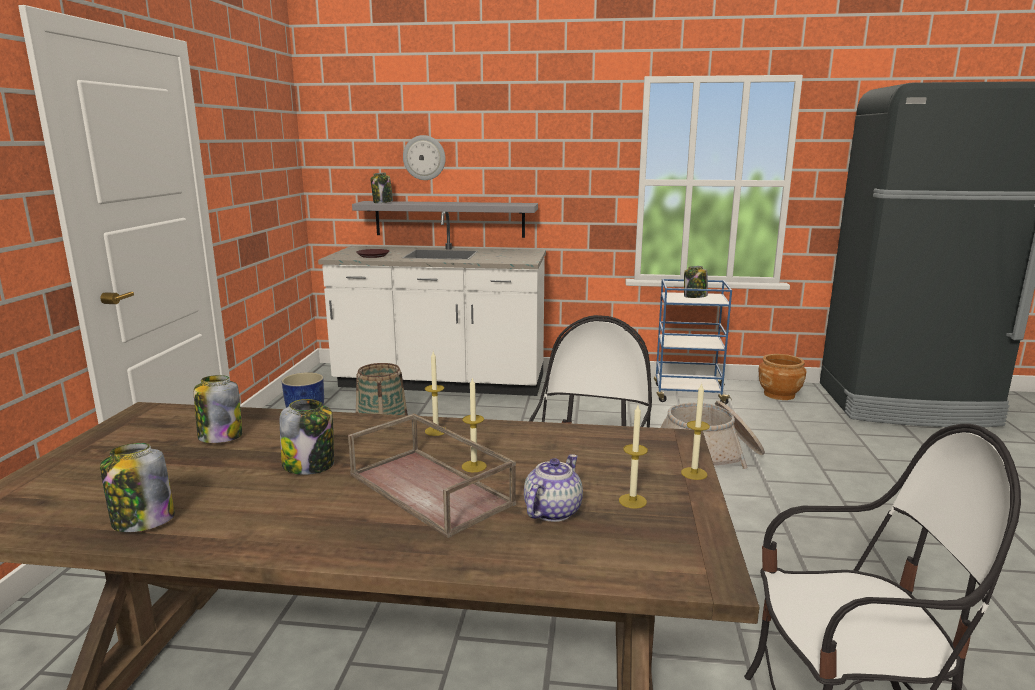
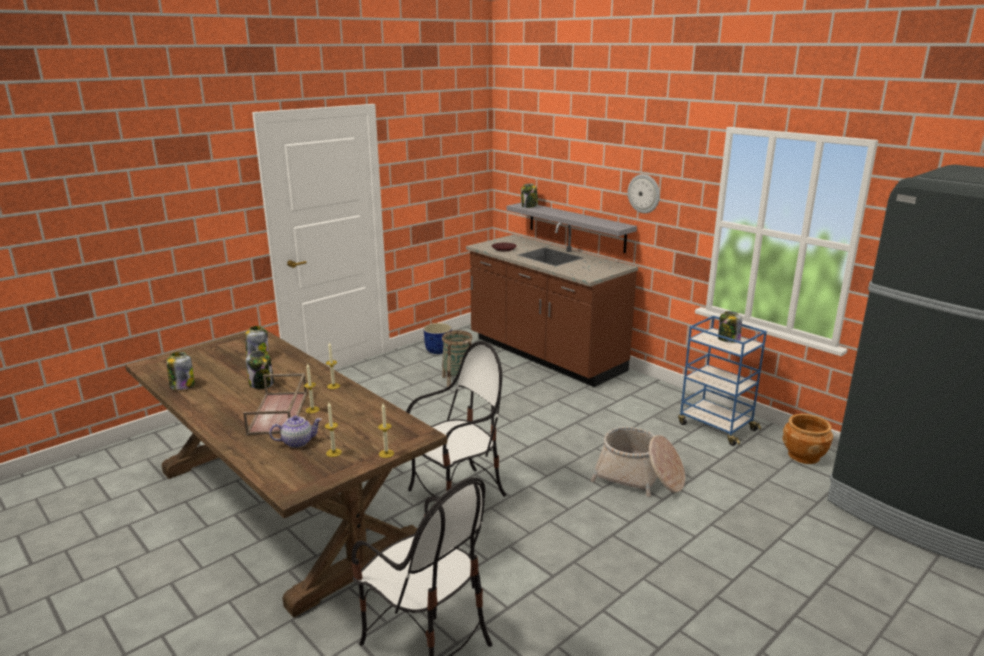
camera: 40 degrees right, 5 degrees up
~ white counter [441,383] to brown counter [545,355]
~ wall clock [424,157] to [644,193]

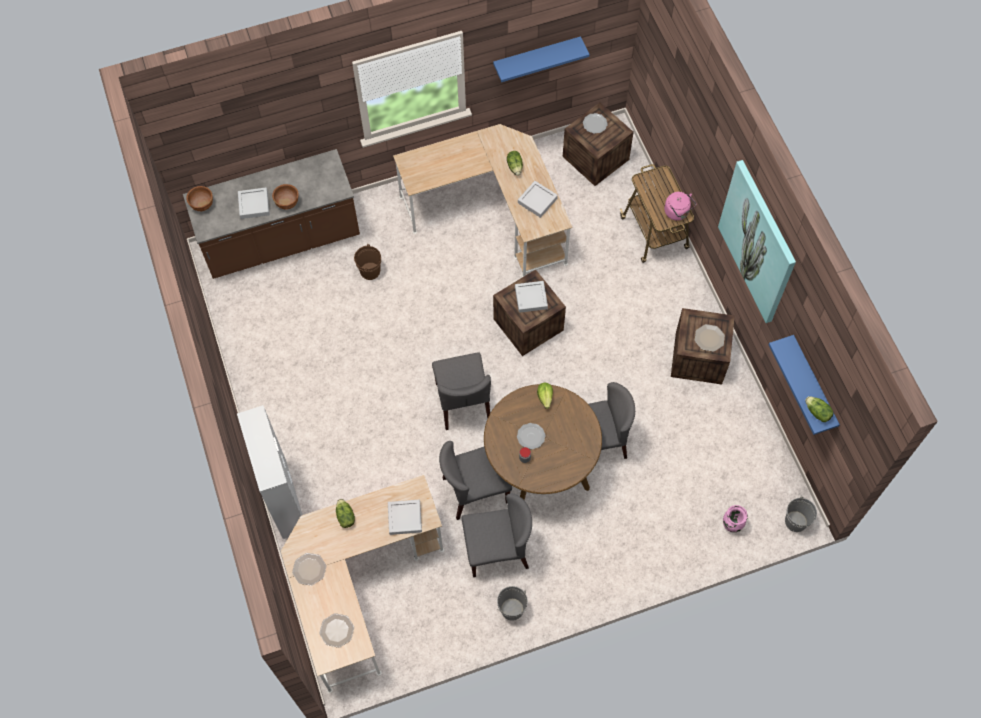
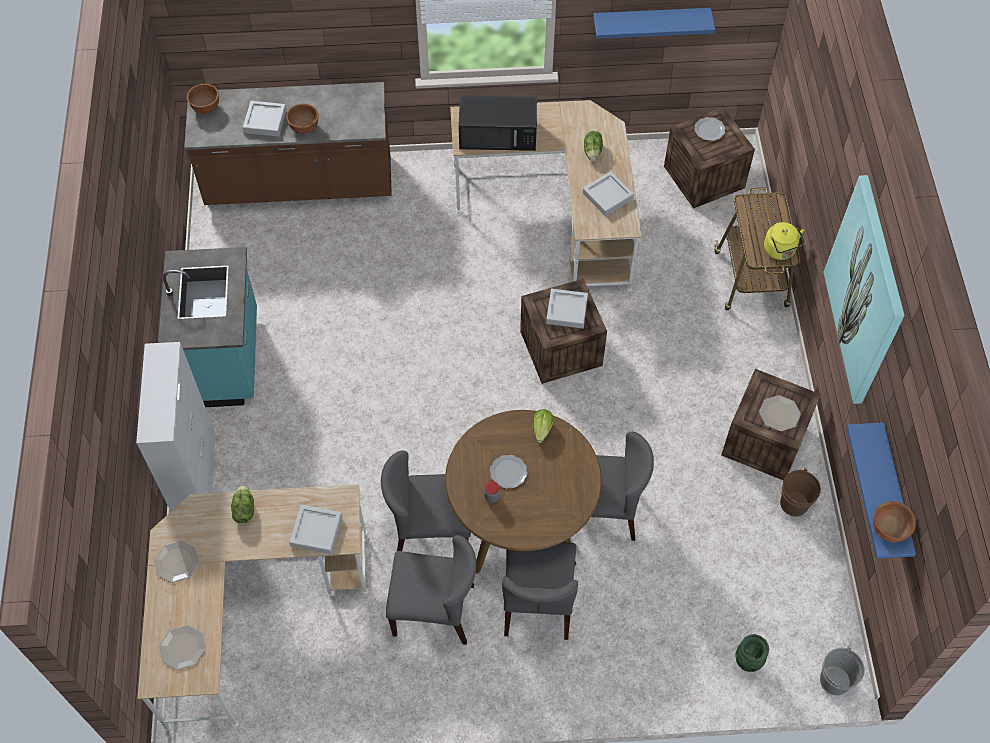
camera: 15 degrees right, 5 degrees down
~ brown bucket [370,271] to [794,503]
~ grey chair [463,402] to [538,603]
- grey bucket [512,609]
~ pink kettle [677,213] to yellow kettle [780,251]
~ pink vase [732,525] to green vase [747,662]
~ lettuce [817,413] to brown bowl [888,530]
+ turquoise counter [224,359]
+ black microwave [499,134]

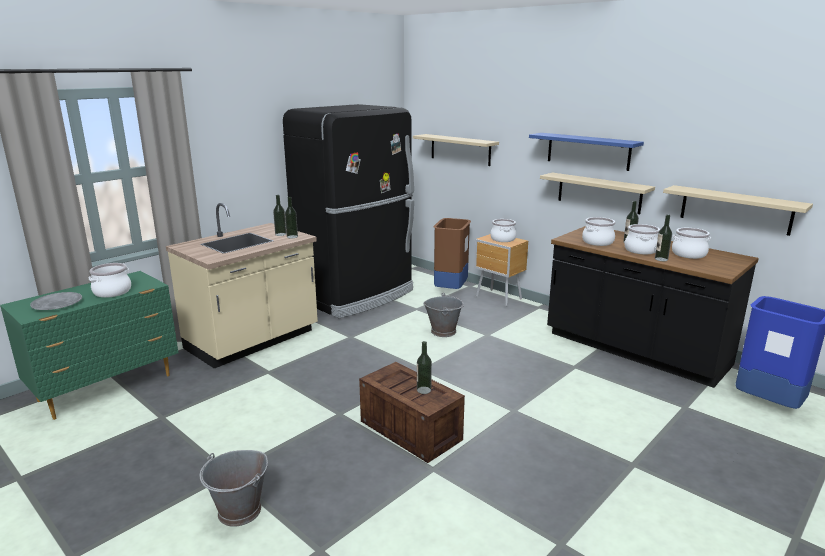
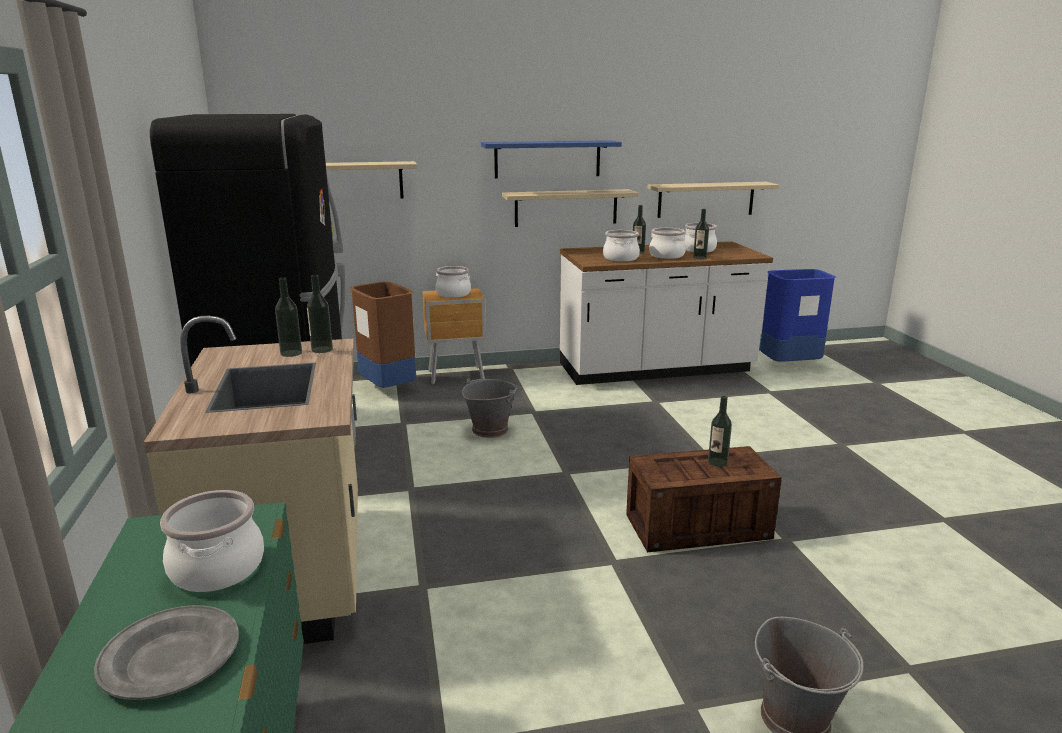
camera: 55 degrees left, 0 degrees up
~ black counter [635,350] to white counter [656,369]

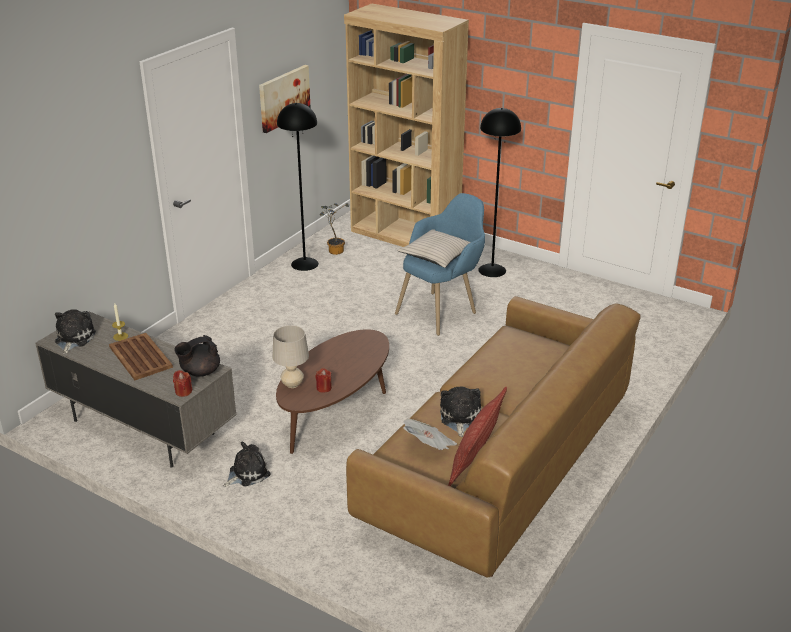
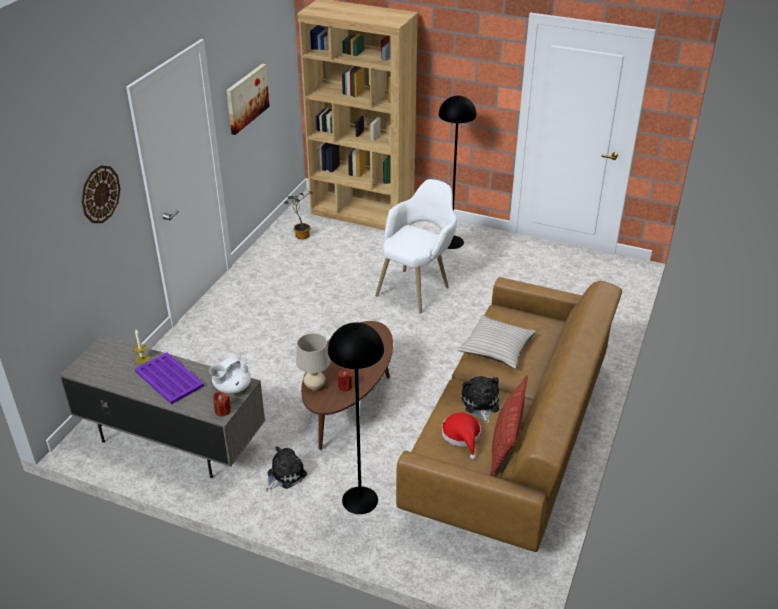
camera: 10 degrees left, 5 degrees up
- plush toy [73,339]
~ brown tray [140,357] to purple tray [169,379]
~ black teapot [200,372] to white teapot [232,388]
~ black floor lamp [304,263] to [360,499]
~ blue armchair [442,310] to white armchair [417,287]
~ beige pillow [437,255] to [496,347]
~ newspaper [429,446] to red hat [462,436]
+ wall clock [100,194]

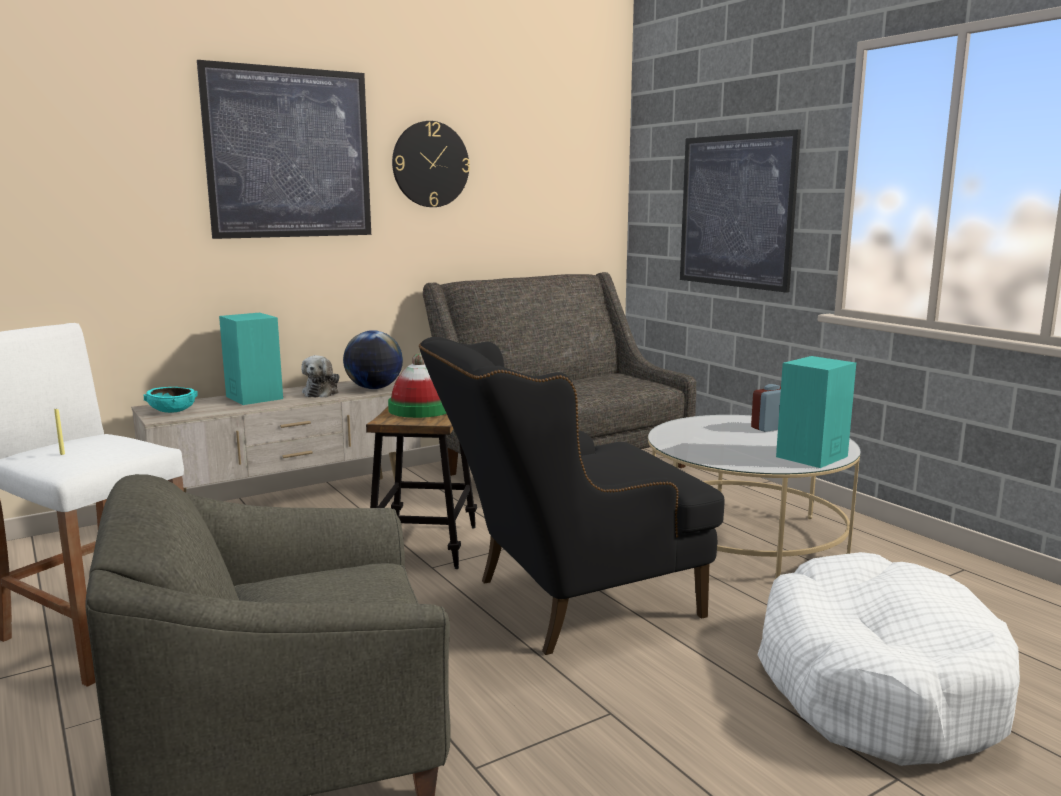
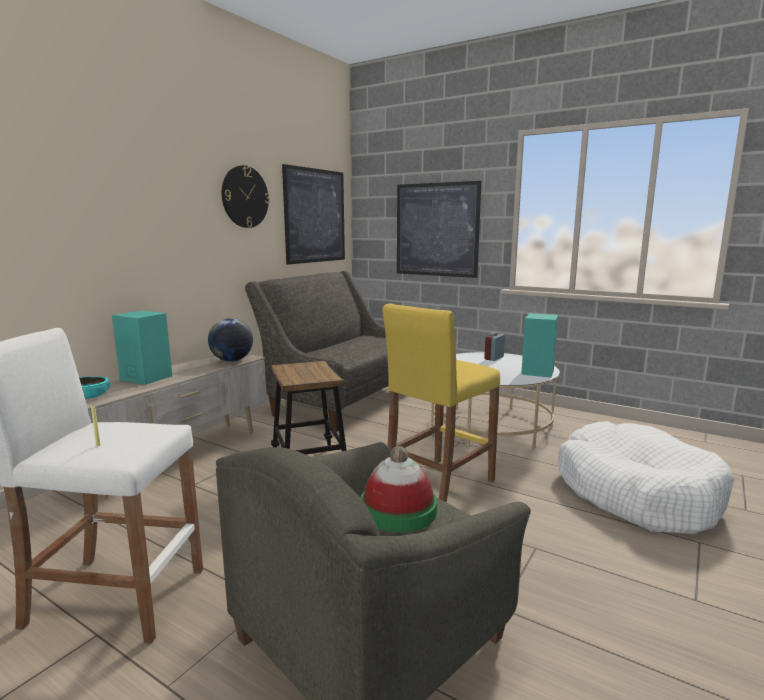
camera: 25 degrees left, 0 degrees up
~ picture [289,153] to [315,216]
- plush toy [322,392]
~ hat [421,409] to [398,510]
~ black armchair [566,603] to yellow stool [438,485]

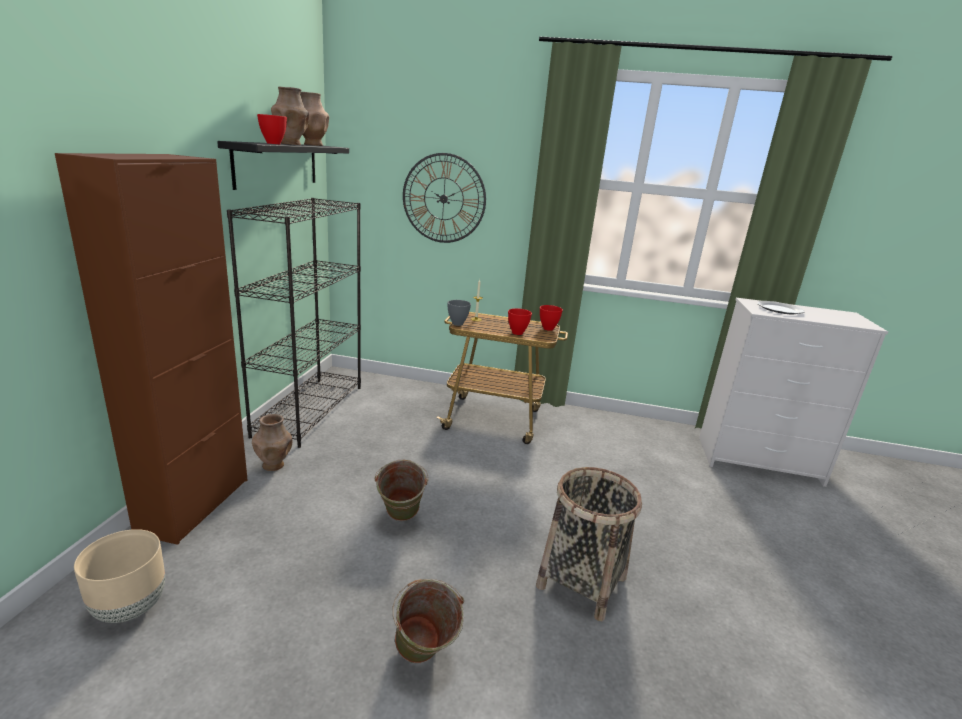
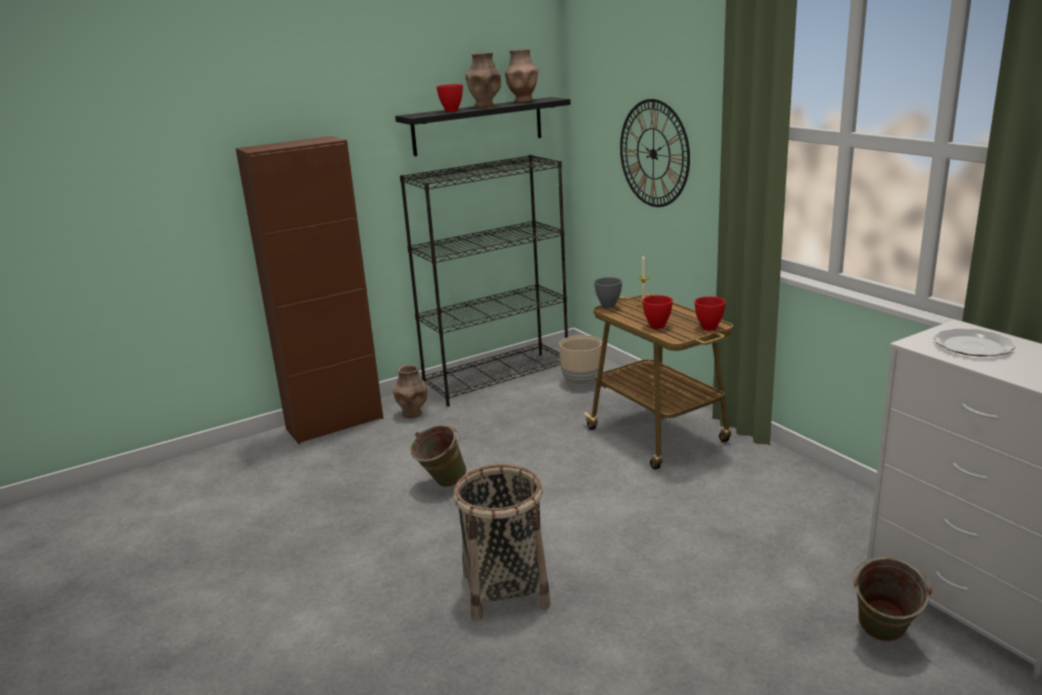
camera: 50 degrees right, 0 degrees up
~ beige planter [131,607] to [582,382]
~ green bucket [423,659] to [882,639]

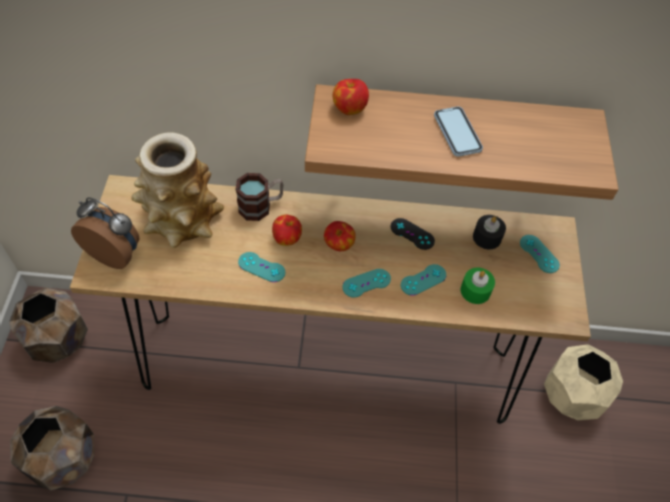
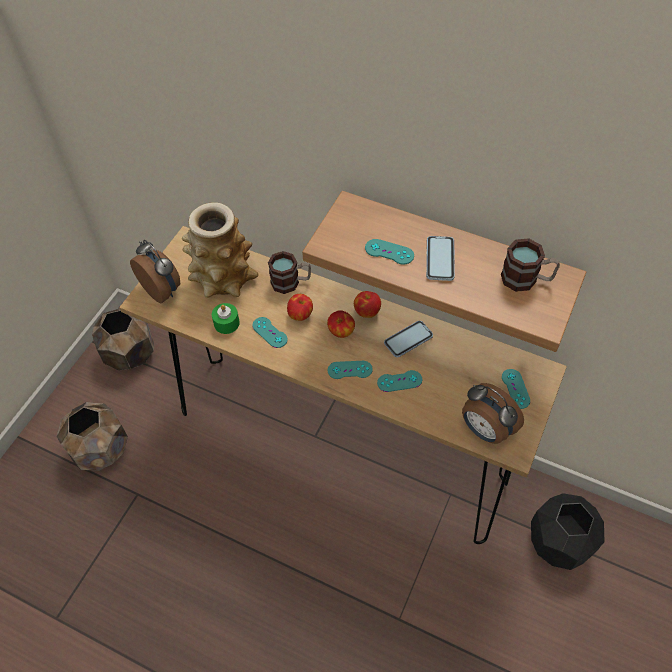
camera: 25 degrees right, 0 degrees up
~ apple [349,108] to [367,311]
~ black game controller [412,234] to phone [408,340]
~ green candle [475,291] to [226,323]
- black candle [487,237]
~ beige planter [571,394] to black planter [558,541]
+ turquoise game controller [389,252]
+ alarm clock [485,430]
+ mug [526,279]

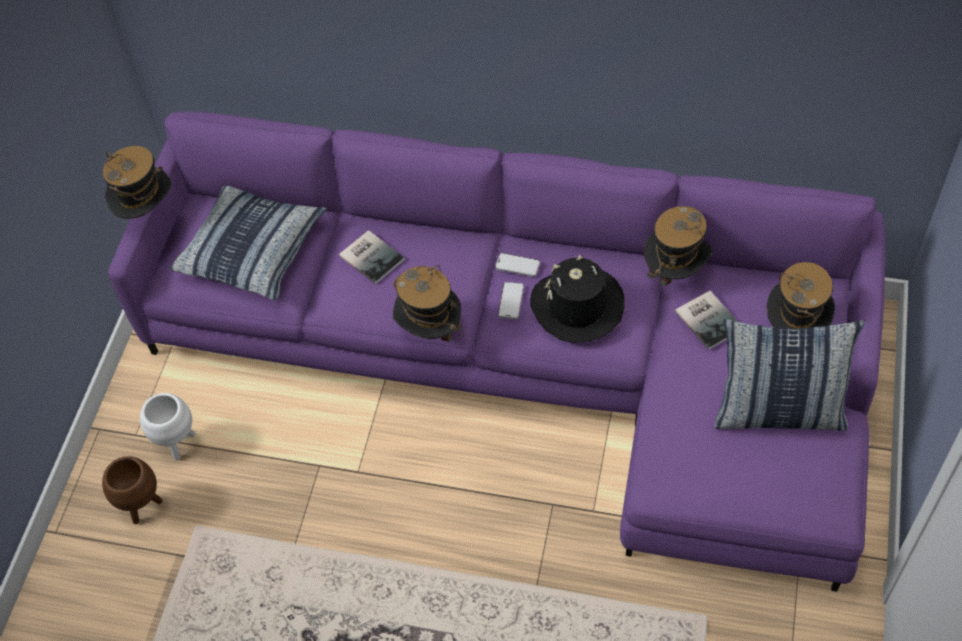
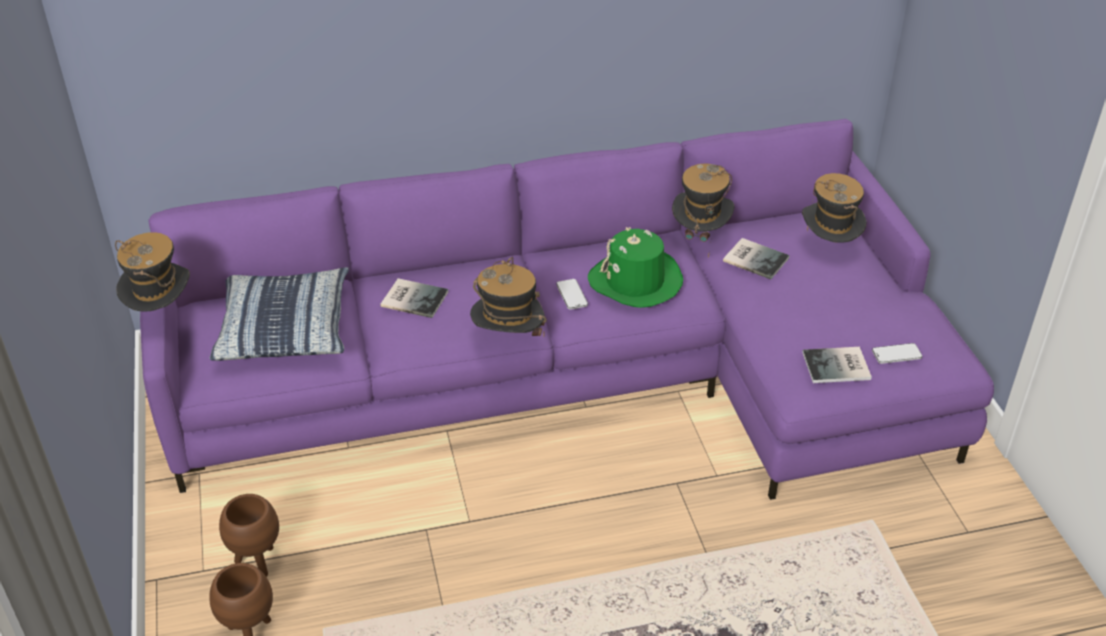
camera: 30 degrees left, 15 degrees down
~ white planter [178,443] to brown planter [257,561]
~ phone [517,266] to [896,355]
~ black hat [577,306] to green hat [635,281]
- pillow [778,411]
+ book [838,367]

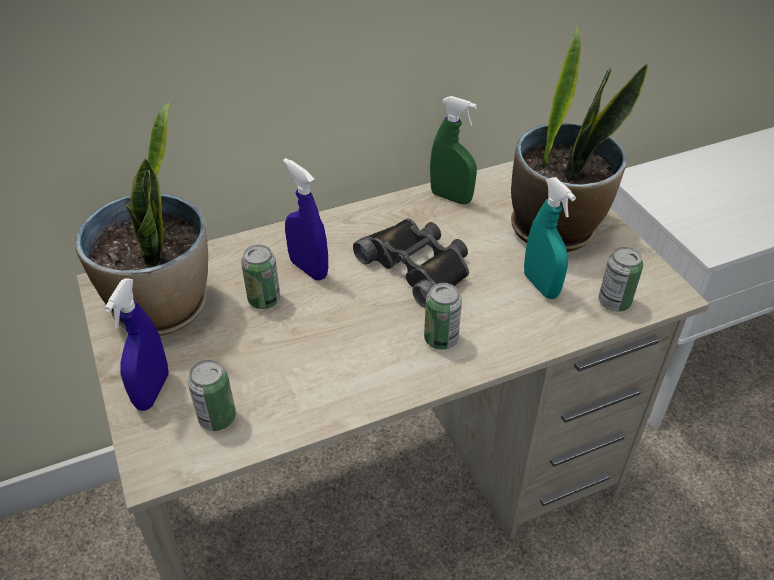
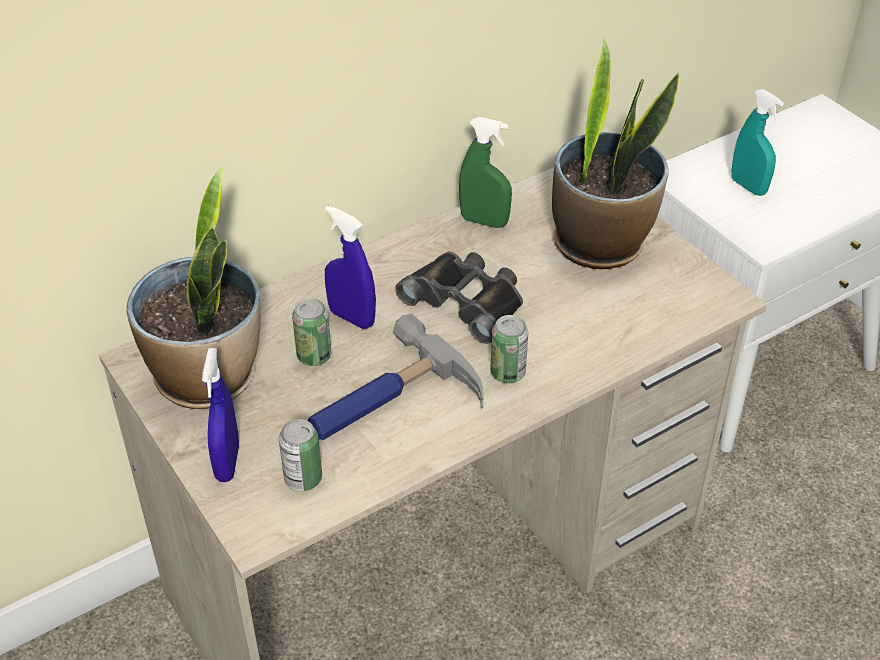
camera: 10 degrees left, 0 degrees up
~ turquoise spray bottle [541,285] to [748,186]
- can [614,302]
+ hammer [389,404]

